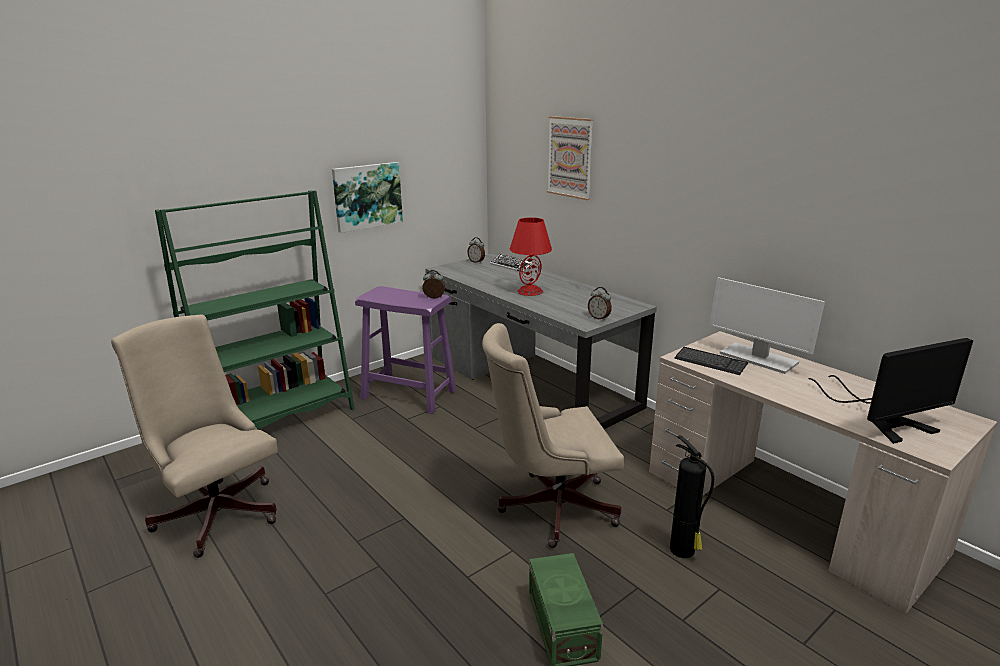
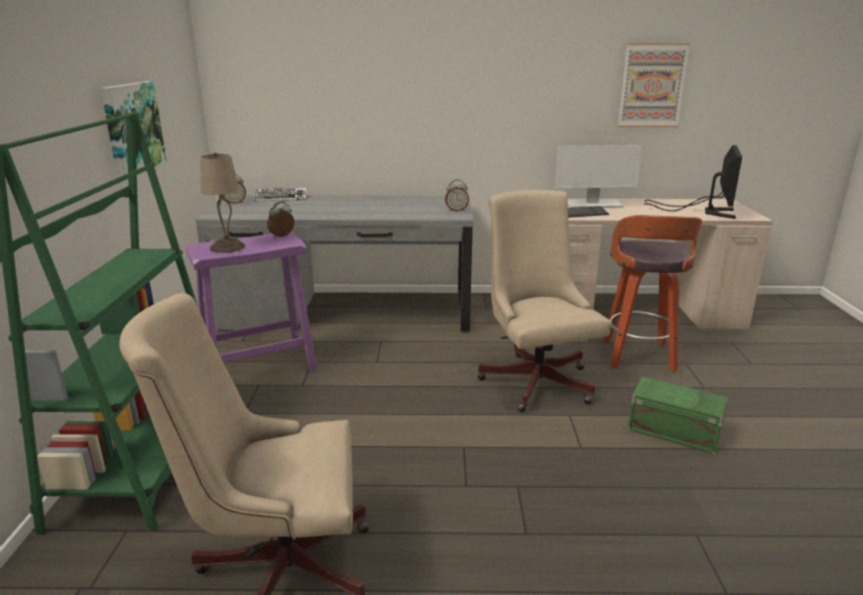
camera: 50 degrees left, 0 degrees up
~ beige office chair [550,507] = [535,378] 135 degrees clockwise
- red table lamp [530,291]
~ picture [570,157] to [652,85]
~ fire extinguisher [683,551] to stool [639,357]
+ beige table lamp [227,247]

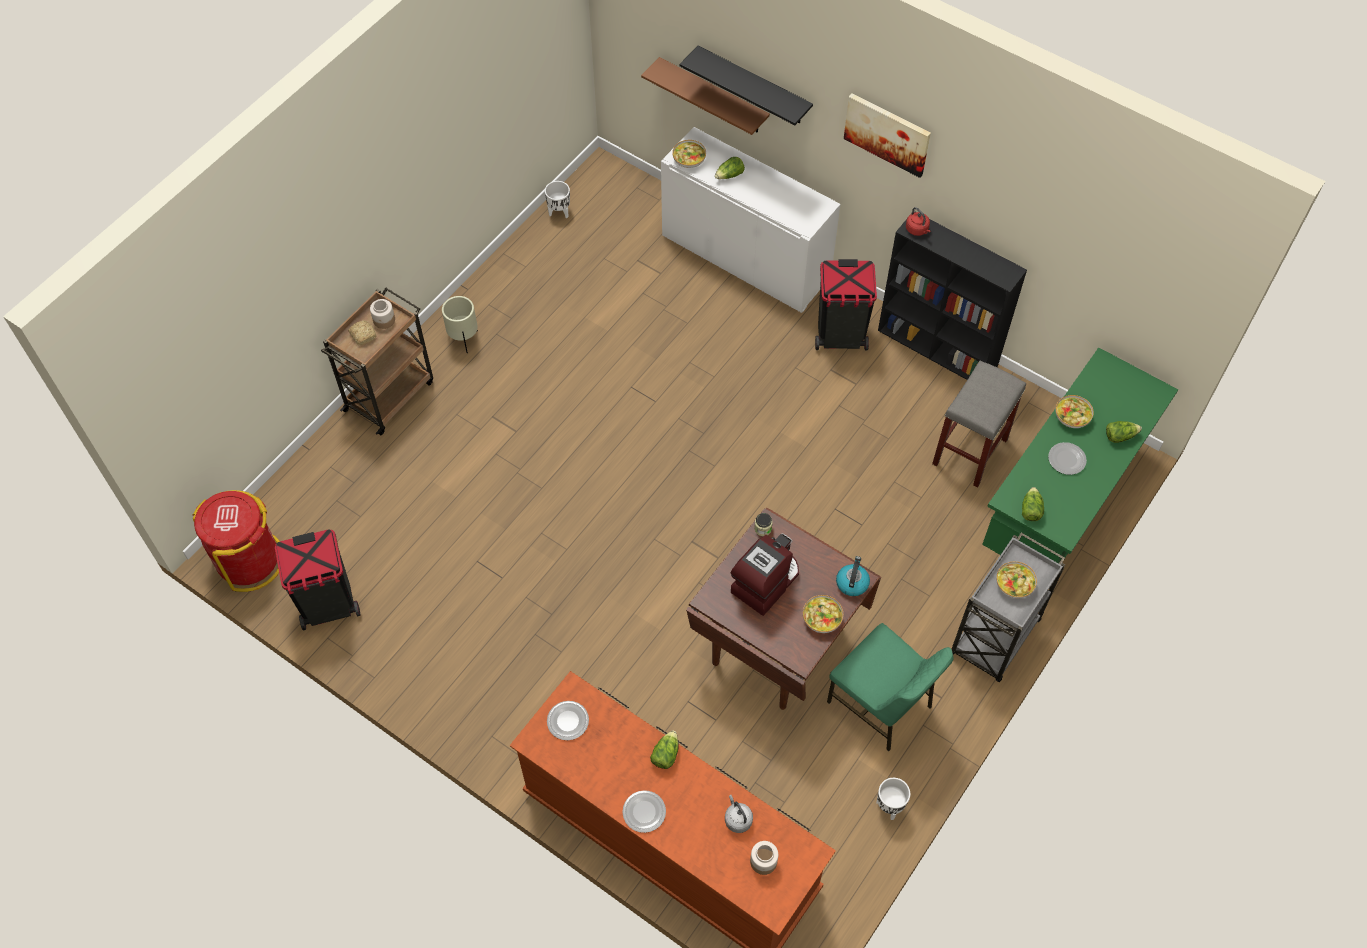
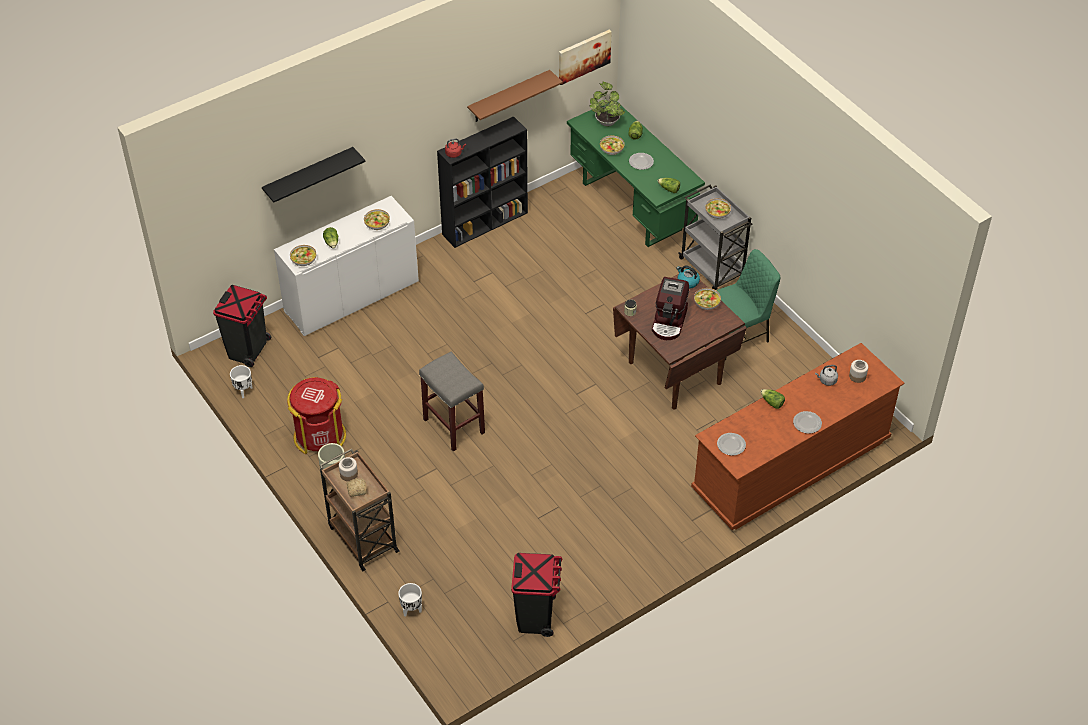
camera: 70 degrees left, 10 degrees down
~ red trash can [250,560] to [319,435]
~ brown shelf [713,96] to [509,97]
~ coffee machine [765,582] = [669,322] 135 degrees counterclockwise
~ black trash can [840,336] to [248,350]
~ picture [887,134] to [583,56]
~ white planter [889,807] to [412,610]
~ grey stool [970,450] to [453,426]
+ bowl [377,224]
+ potted plant [606,121]

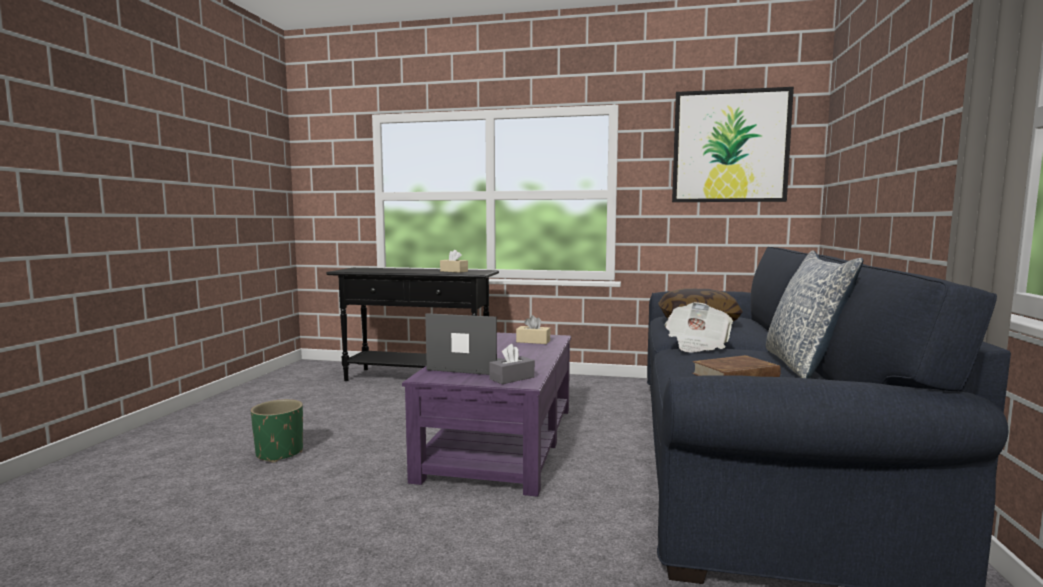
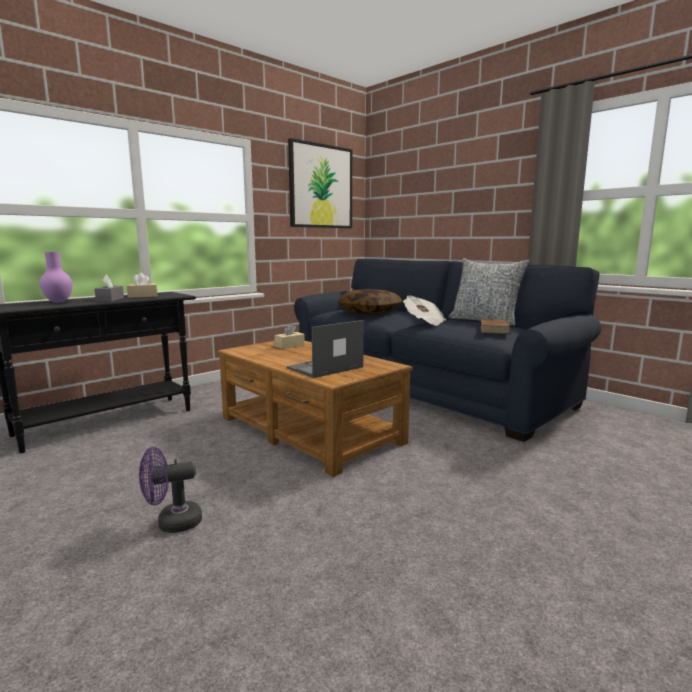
camera: 55 degrees left, 5 degrees up
~ green planter [279,453] to purple fan [172,523]
~ purple coffee table [499,441] to brown coffee table [309,430]
~ grey tissue box [512,378] to [110,299]
+ purple vase [57,302]

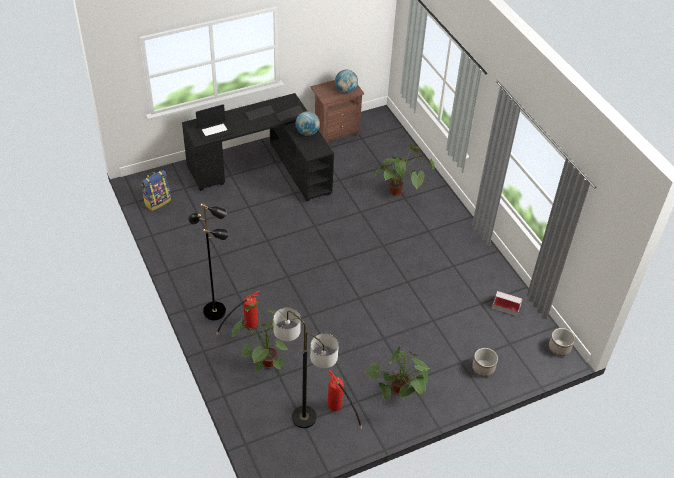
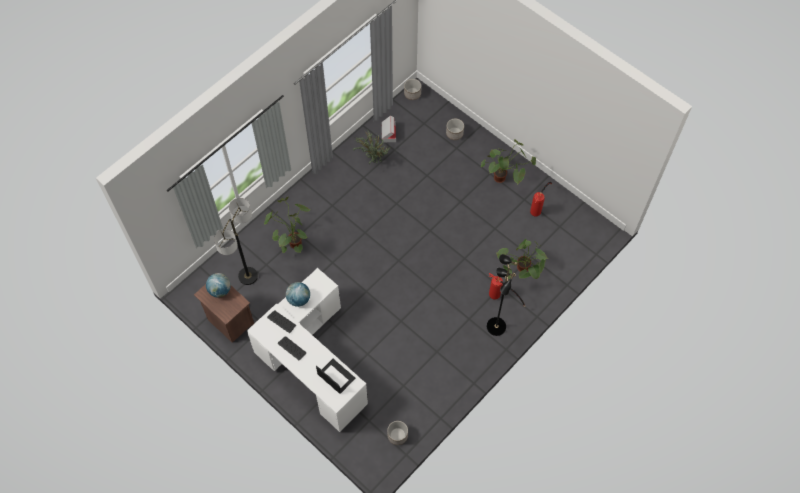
camera: 110 degrees left, 15 degrees up
~ backpack [157,201] to planter [397,435]
~ black desk [264,168] to white desk [310,362]
~ floor lamp [304,417] to [248,276]
+ potted plant [373,159]

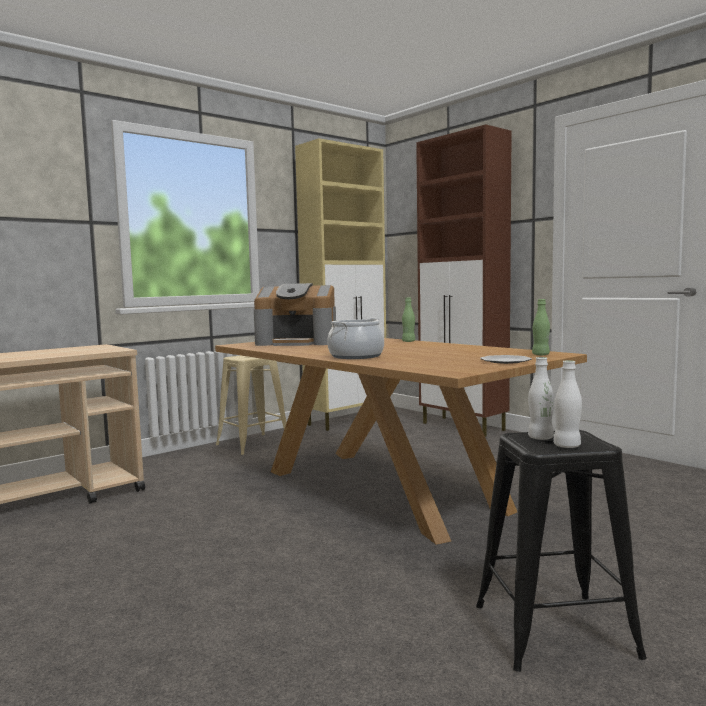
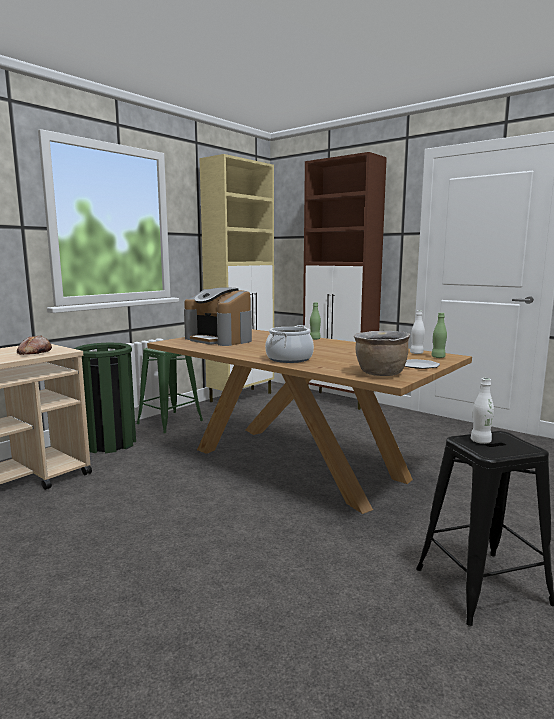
camera: 10 degrees left, 5 degrees up
~ beige stool [253,444] to green stool [169,422]
~ coffee machine [298,342] = [220,339] 45 degrees clockwise
~ white bottle [567,446] to [416,353]
+ bread [34,353]
+ green trash can [109,443]
+ brown cooking pot [380,374]

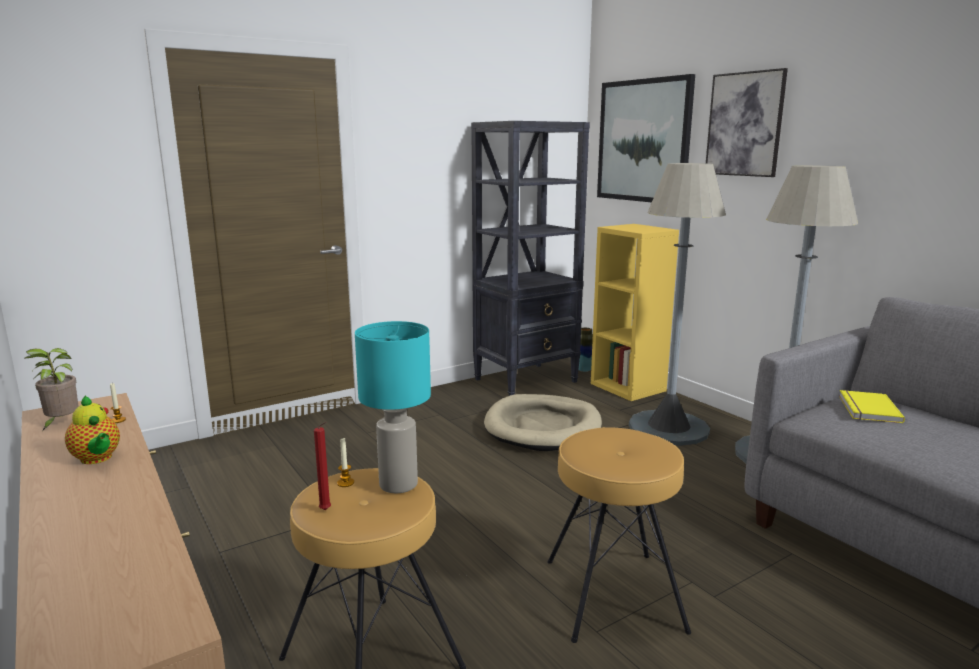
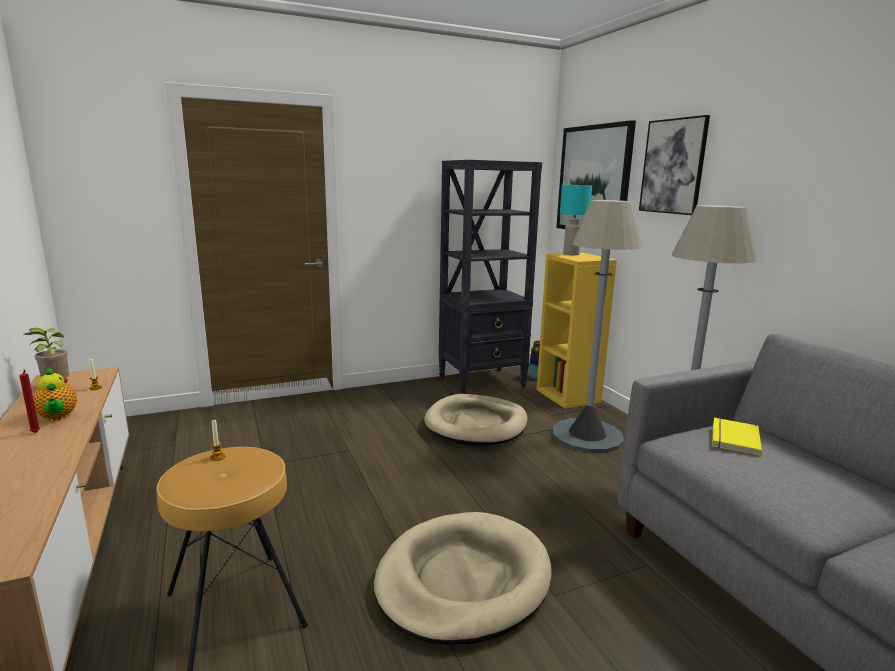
camera: 10 degrees right, 0 degrees up
~ red candle [326,510] to [36,433]
~ turquoise table lamp [397,485] to [570,254]
~ brown stool [612,595] to beige dog bed [462,580]

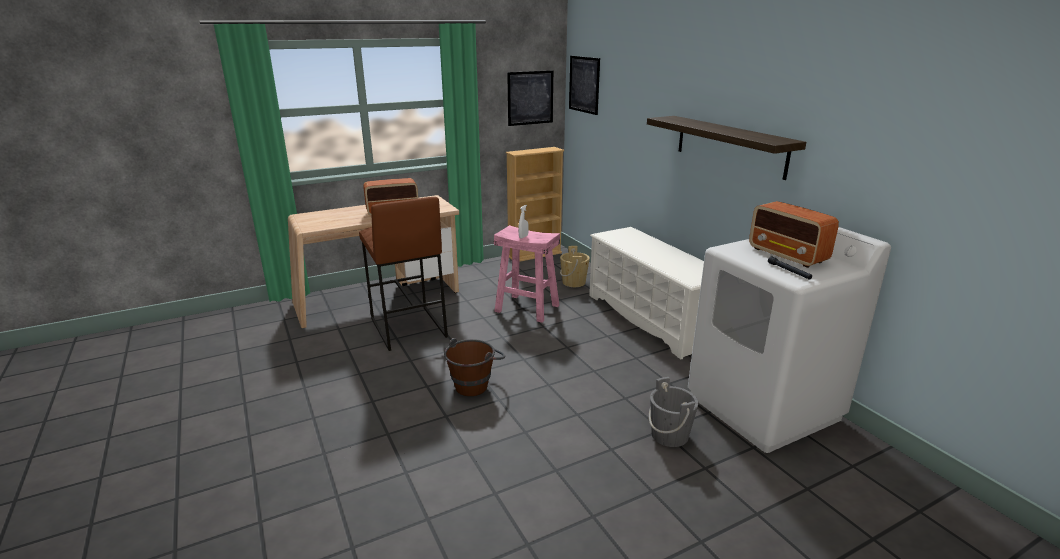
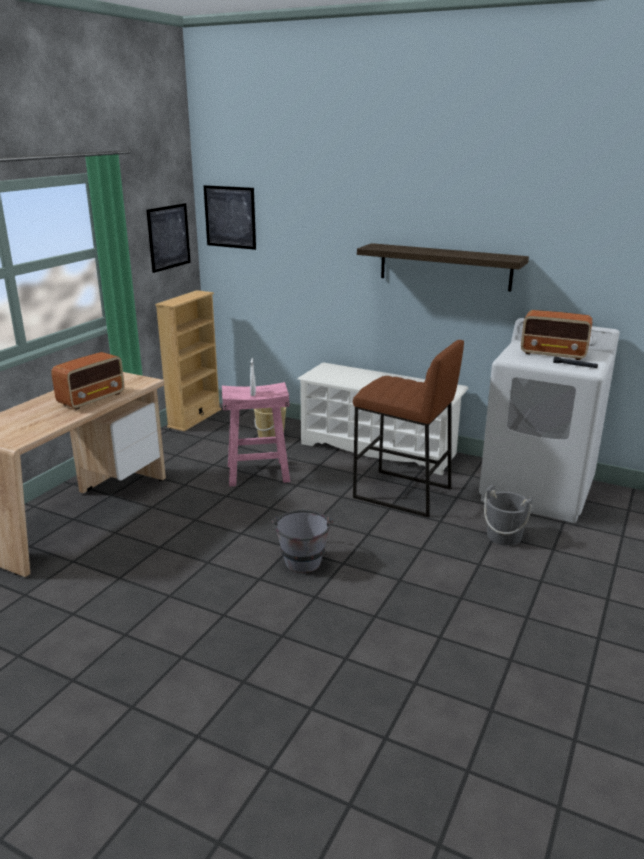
camera: 35 degrees left, 0 degrees up
~ brown stool [407,328] to [402,493]
~ brown bucket [475,383] to grey bucket [302,558]

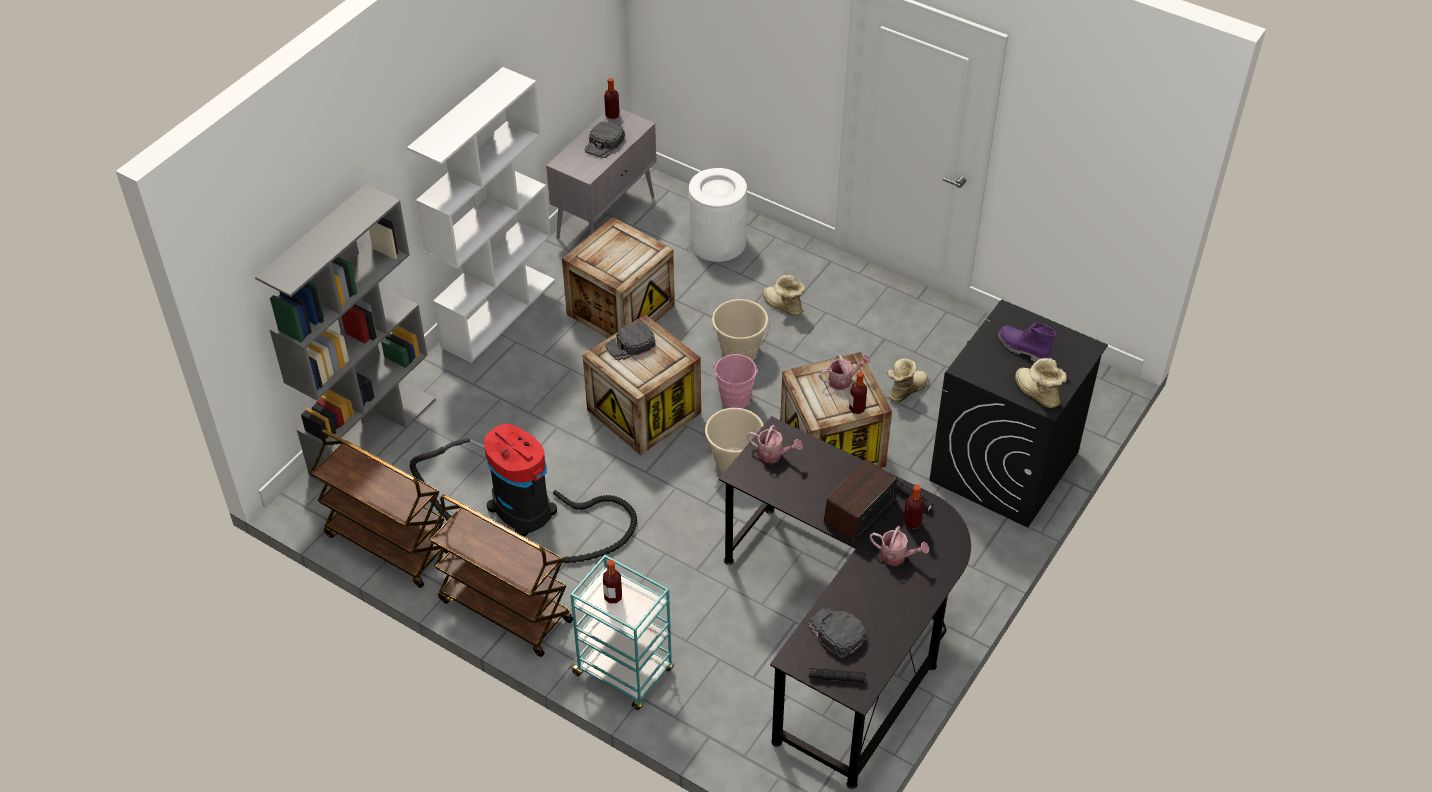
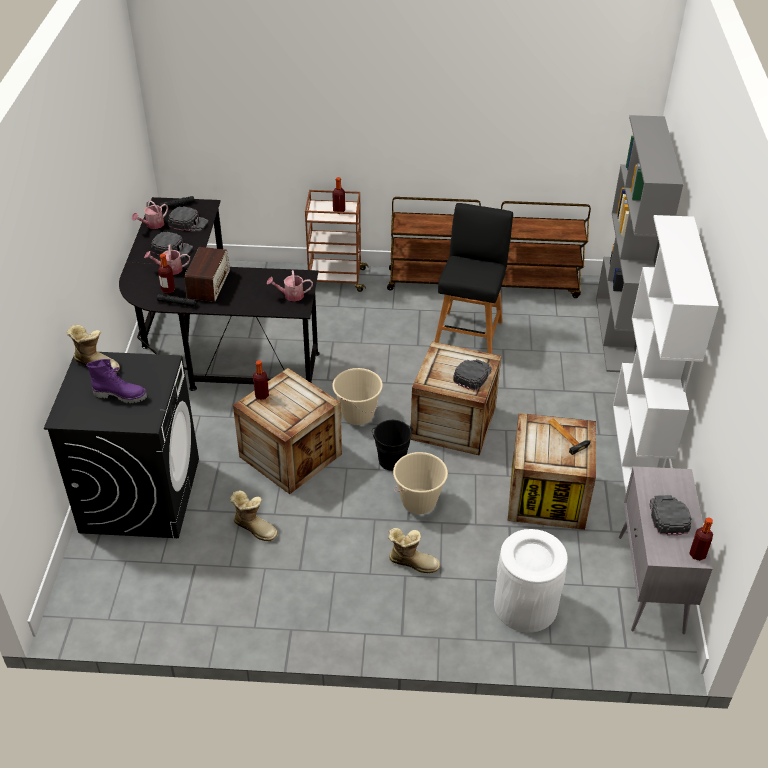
camera: 150 degrees right, 5 degrees down
~ vacuum cleaner [529,513] to black stool [469,331]
~ turquoise cart [624,672] to brown cart [335,279]
~ pink bucket [734,401] to black bucket [391,458]
~ watering can [843,380] to [152,225]
~ boot [905,390] = [255,527] 75 degrees counterclockwise
+ black cap [172,249]
+ hammer [566,435]

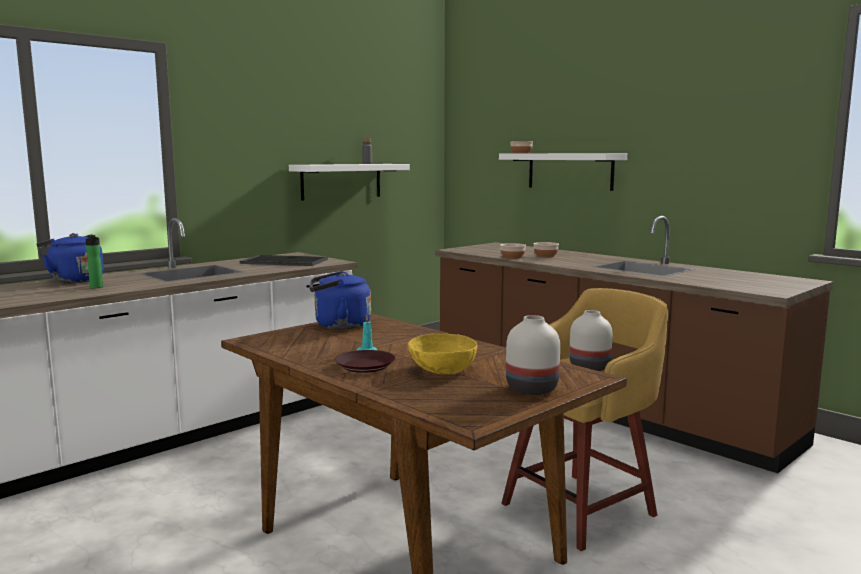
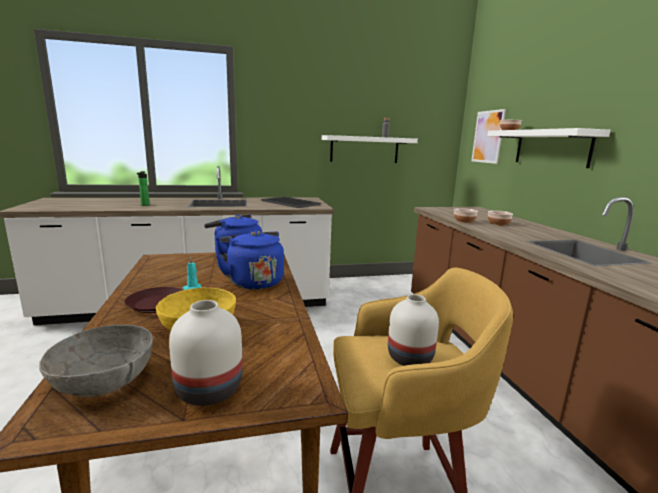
camera: 30 degrees right, 5 degrees up
~ blue kettle [74,280] to [253,281]
+ grey bowl [104,380]
+ picture [488,136]

